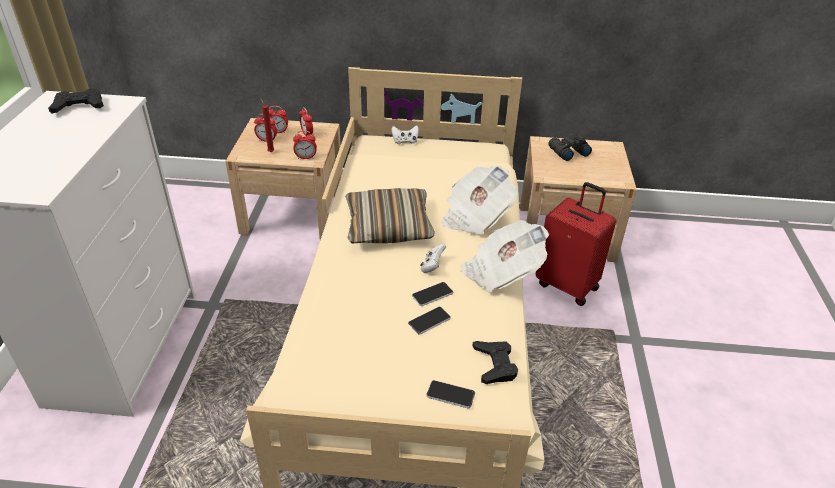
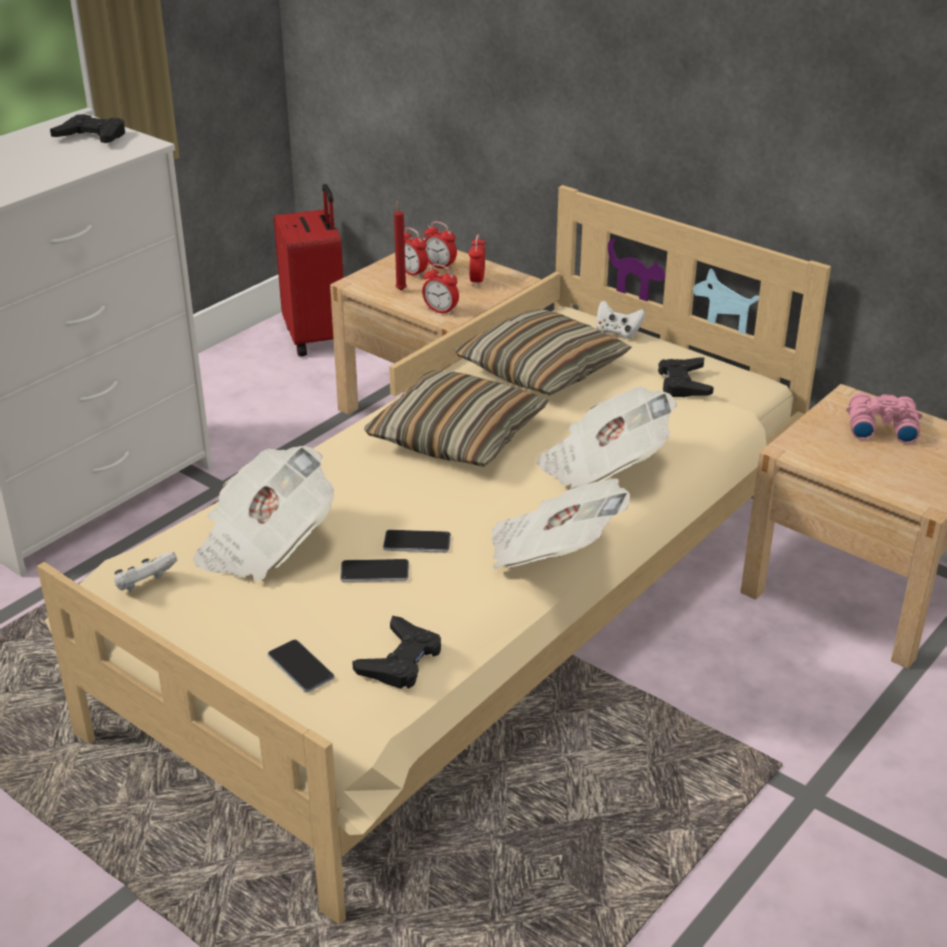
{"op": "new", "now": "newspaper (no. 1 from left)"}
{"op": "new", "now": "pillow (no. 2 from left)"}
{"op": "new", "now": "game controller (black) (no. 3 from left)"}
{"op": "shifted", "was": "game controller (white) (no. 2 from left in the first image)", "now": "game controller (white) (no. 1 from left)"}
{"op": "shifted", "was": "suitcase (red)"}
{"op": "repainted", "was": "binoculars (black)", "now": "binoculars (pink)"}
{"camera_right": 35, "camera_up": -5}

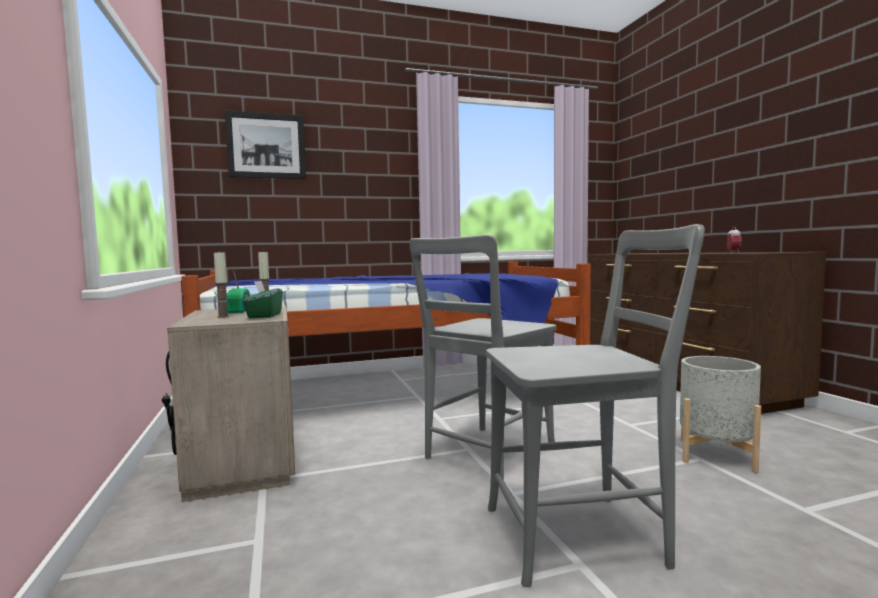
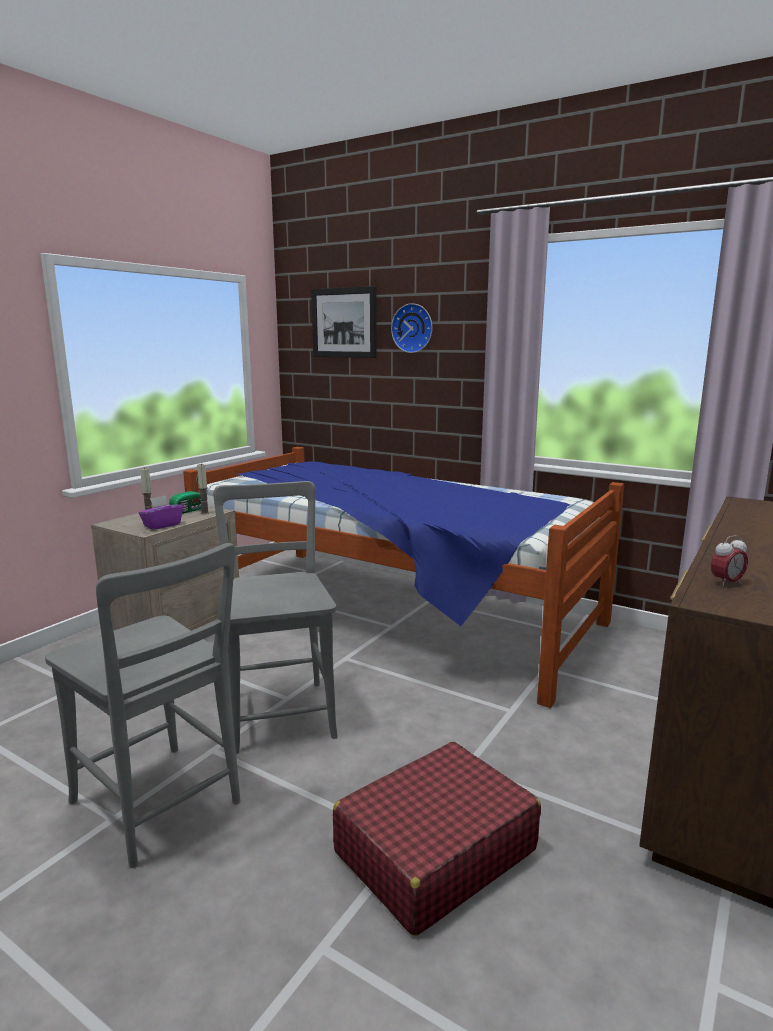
{"op": "new", "now": "wall clock"}
{"op": "swapped", "was": "planter (grey)", "now": "suitcase (red)"}
{"op": "repainted", "was": "tissue box (green)", "now": "tissue box (purple)"}
{"op": "rotated", "was": "chair (grey) (no. 1 from left in the first image)", "clockwise": 75}
{"camera_right": 50, "camera_up": 10}

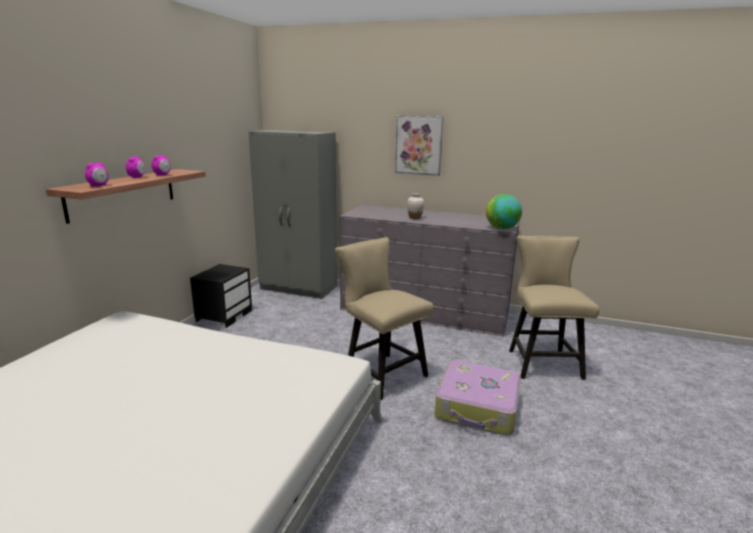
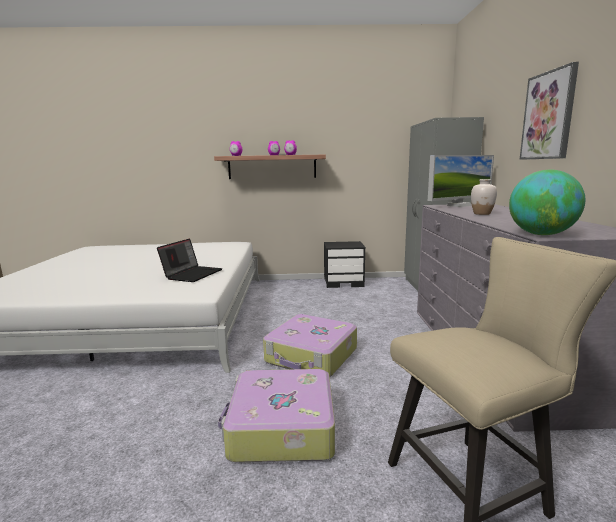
{"op": "new", "now": "laptop"}
{"op": "new", "now": "monitor"}
{"op": "swapped", "was": "chair (beige) (no. 1 from left)", "now": "suitcase (no. 2 from left)"}
{"camera_right": 70, "camera_up": -5}

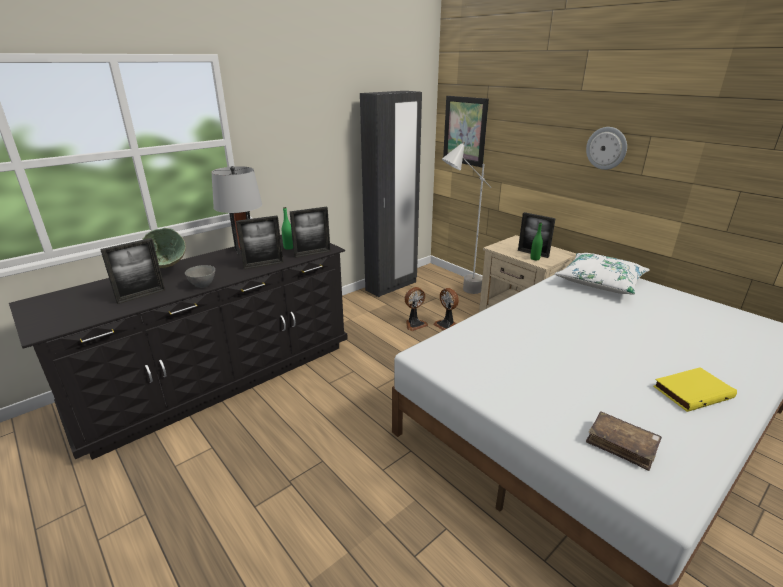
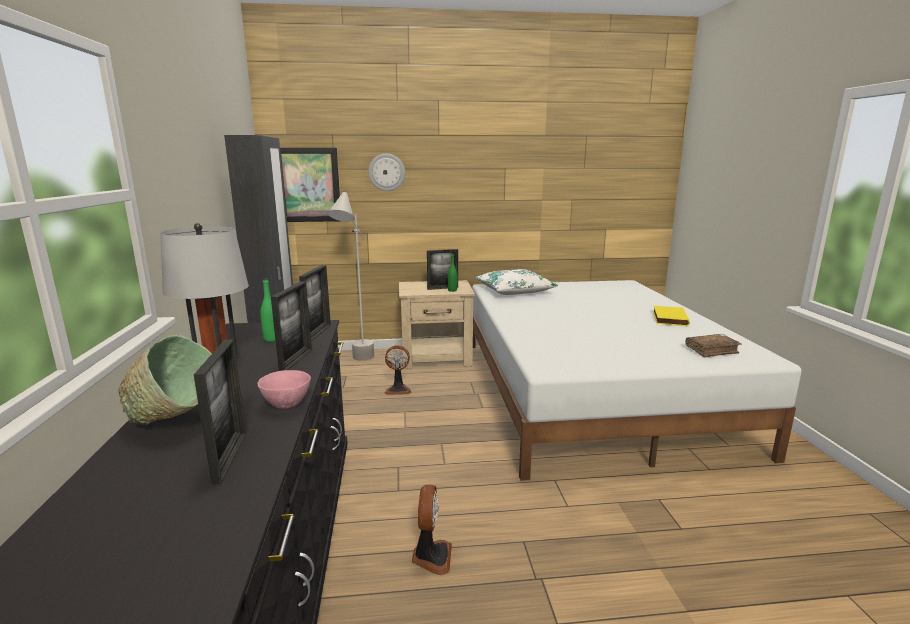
{"op": "shifted", "was": "fan (no. 1 from left in the first image)", "now": "fan (no. 2 from left)"}
{"op": "shifted", "was": "wall clock"}
{"op": "repainted", "was": "bowl (grey)", "now": "bowl (pink)"}
{"camera_right": -55, "camera_up": -10}

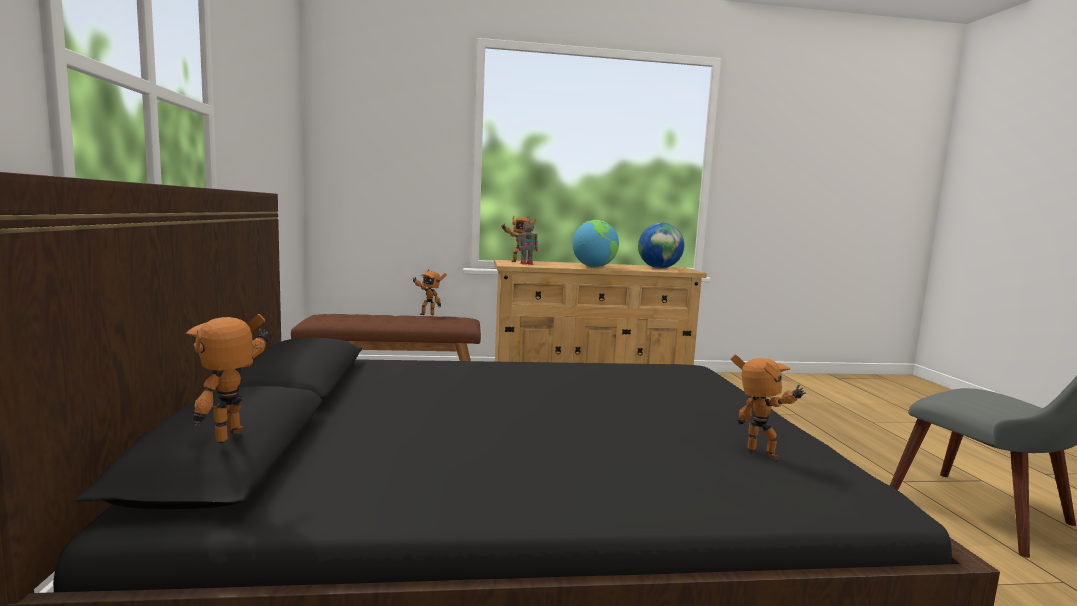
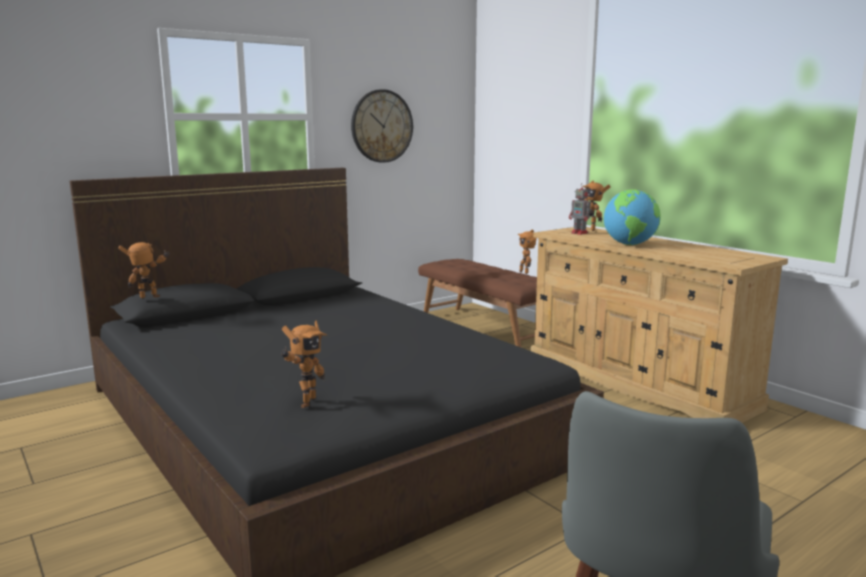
{"op": "gone", "was": "globe (no. 2 from left)"}
{"op": "new", "now": "wall clock"}
{"camera_right": 60, "camera_up": 5}

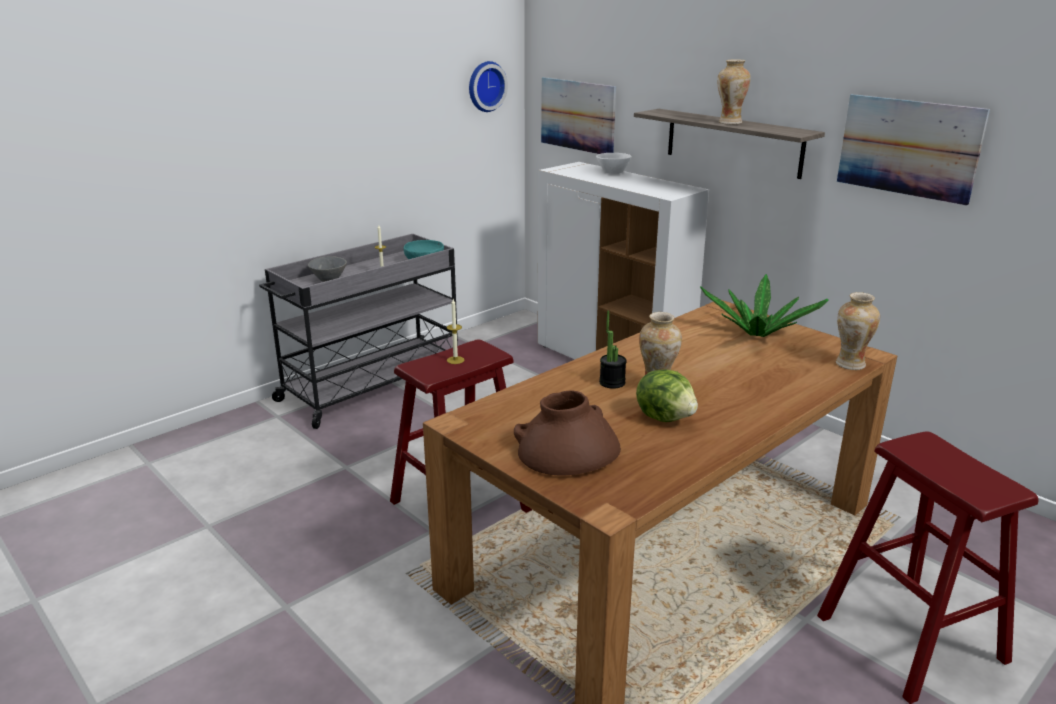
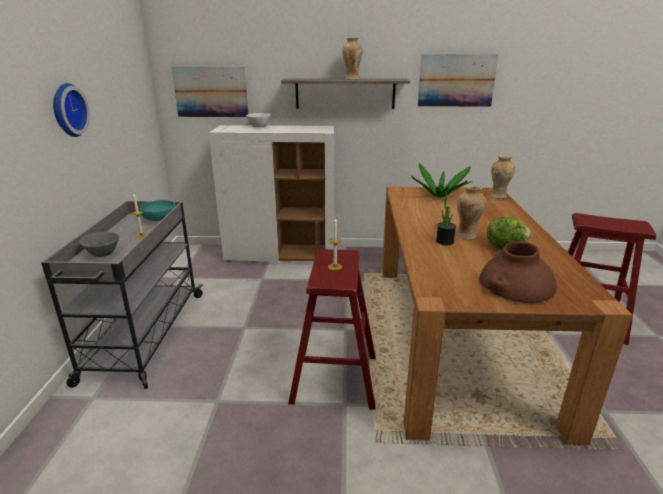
{"op": "shifted", "was": "wall clock"}
{"camera_right": -45, "camera_up": 0}

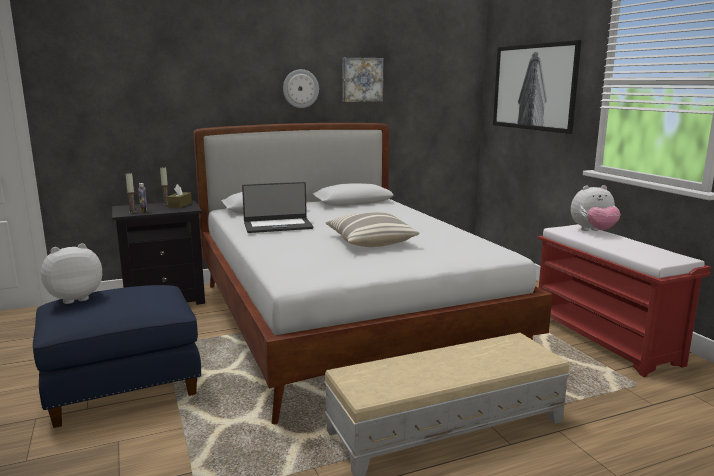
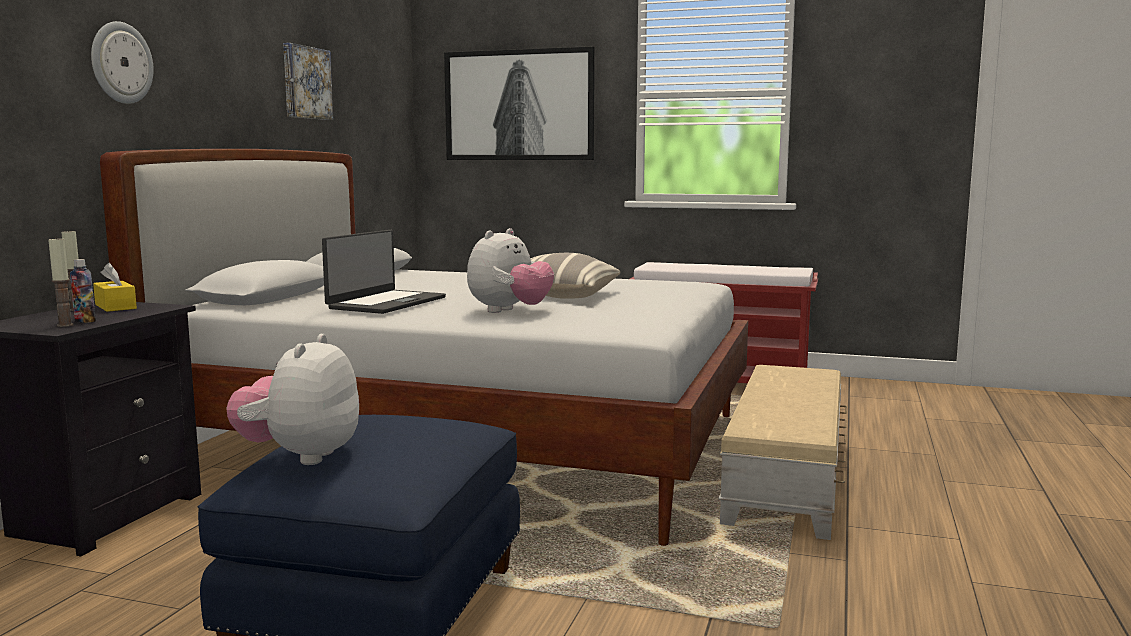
{"op": "shifted", "was": "wall clock"}
{"op": "shifted", "was": "plush toy (no. 2 from left)"}
{"op": "repainted", "was": "tissue box (brown)", "now": "tissue box (yellow)"}
{"camera_right": -50, "camera_up": -5}

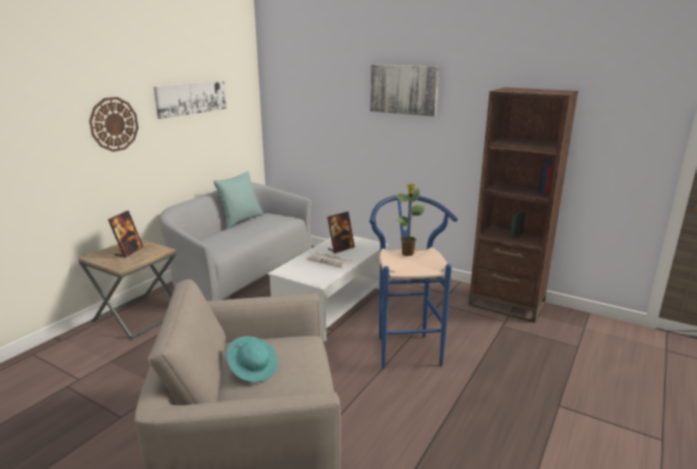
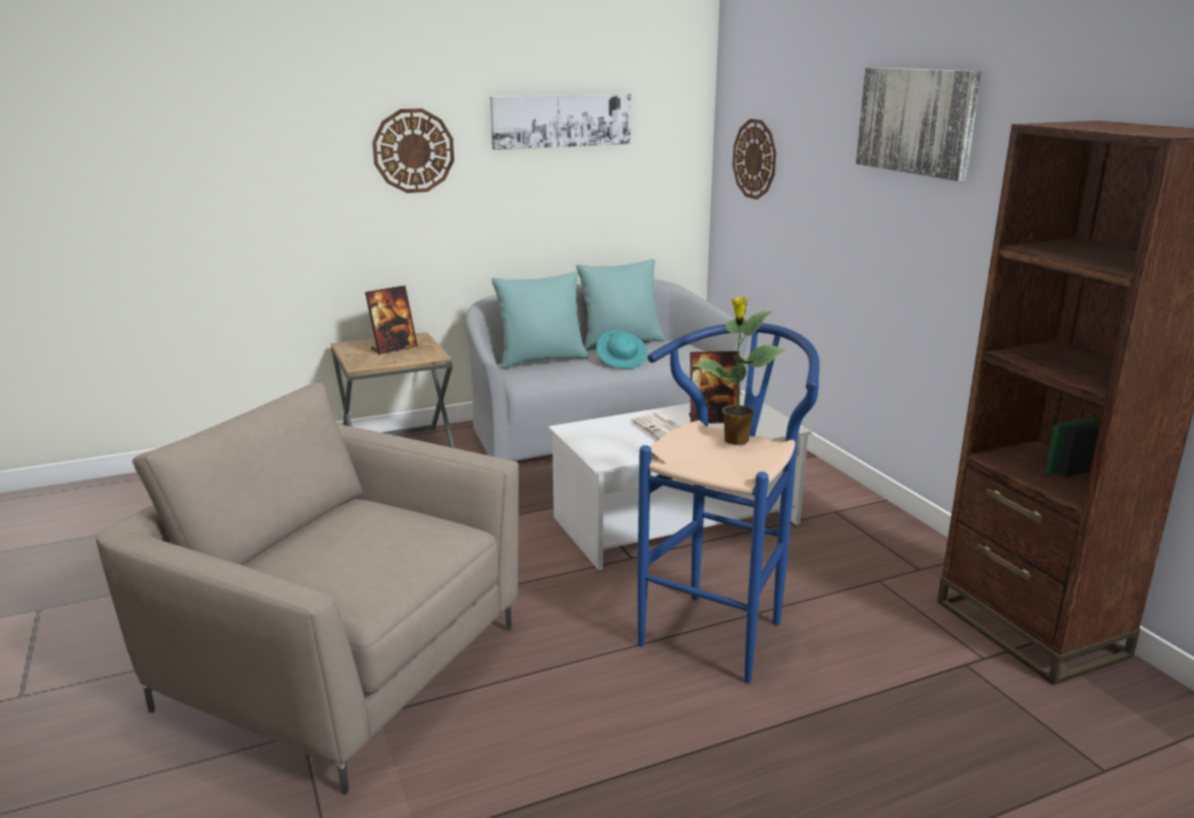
{"op": "new", "now": "pillow (turquoise) (no. 1 from left)"}
{"op": "new", "now": "wall clock (no. 2 from left)"}
{"op": "shifted", "was": "hat (turquoise)"}
{"camera_right": 35, "camera_up": 0}

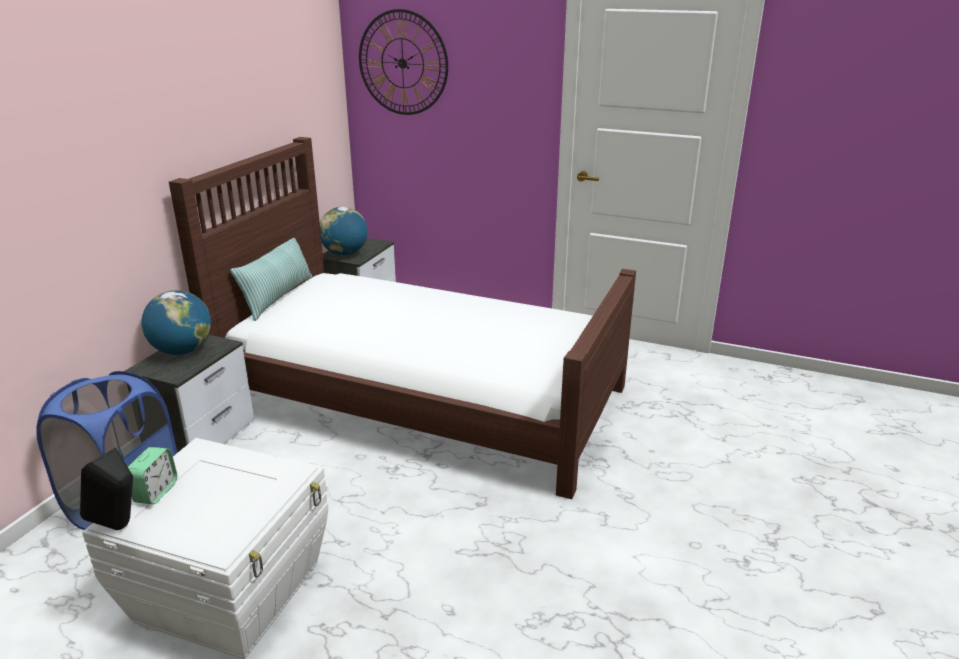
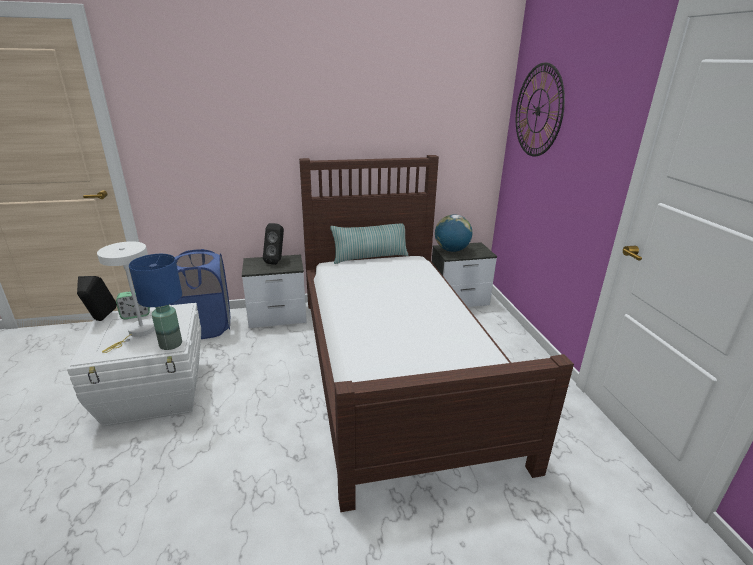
{"op": "new", "now": "table lamp (white)"}
{"op": "new", "now": "table lamp (blue)"}
{"op": "swapped", "was": "globe (no. 1 from left)", "now": "speaker (black) (no. 2 from left)"}
{"camera_right": 55, "camera_up": 0}

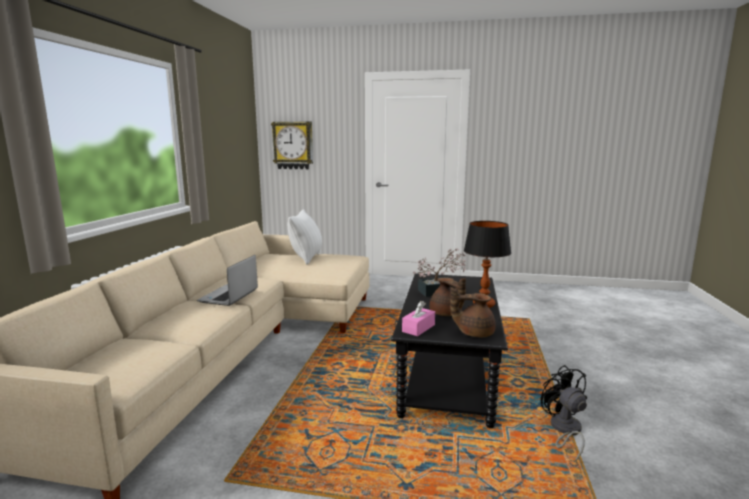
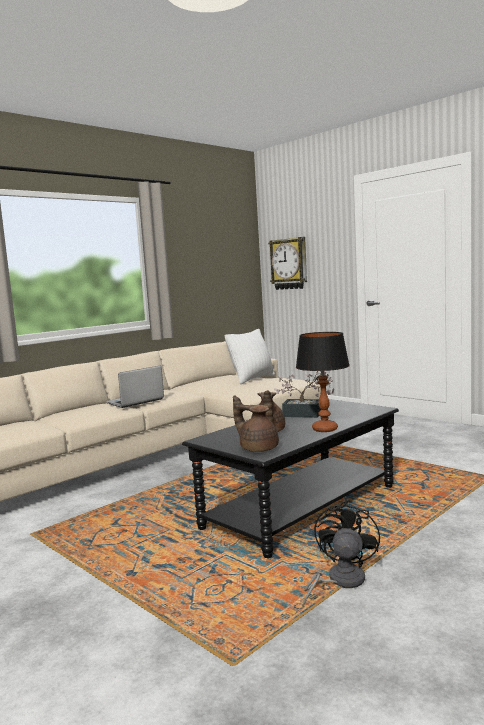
{"op": "gone", "was": "tissue box (pink)"}
{"camera_right": 35, "camera_up": -5}

